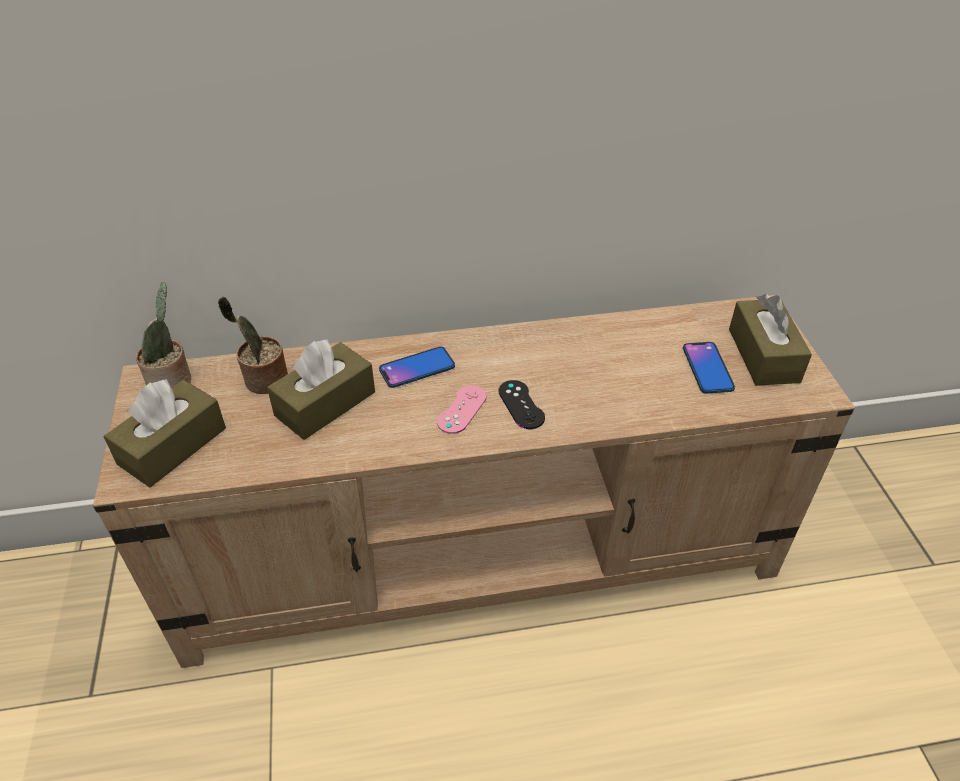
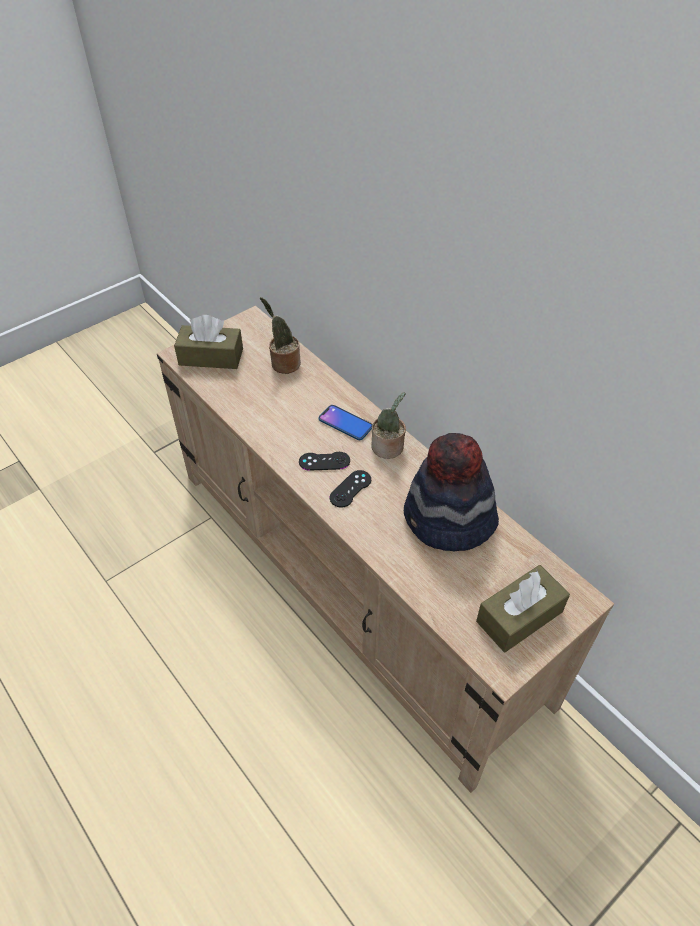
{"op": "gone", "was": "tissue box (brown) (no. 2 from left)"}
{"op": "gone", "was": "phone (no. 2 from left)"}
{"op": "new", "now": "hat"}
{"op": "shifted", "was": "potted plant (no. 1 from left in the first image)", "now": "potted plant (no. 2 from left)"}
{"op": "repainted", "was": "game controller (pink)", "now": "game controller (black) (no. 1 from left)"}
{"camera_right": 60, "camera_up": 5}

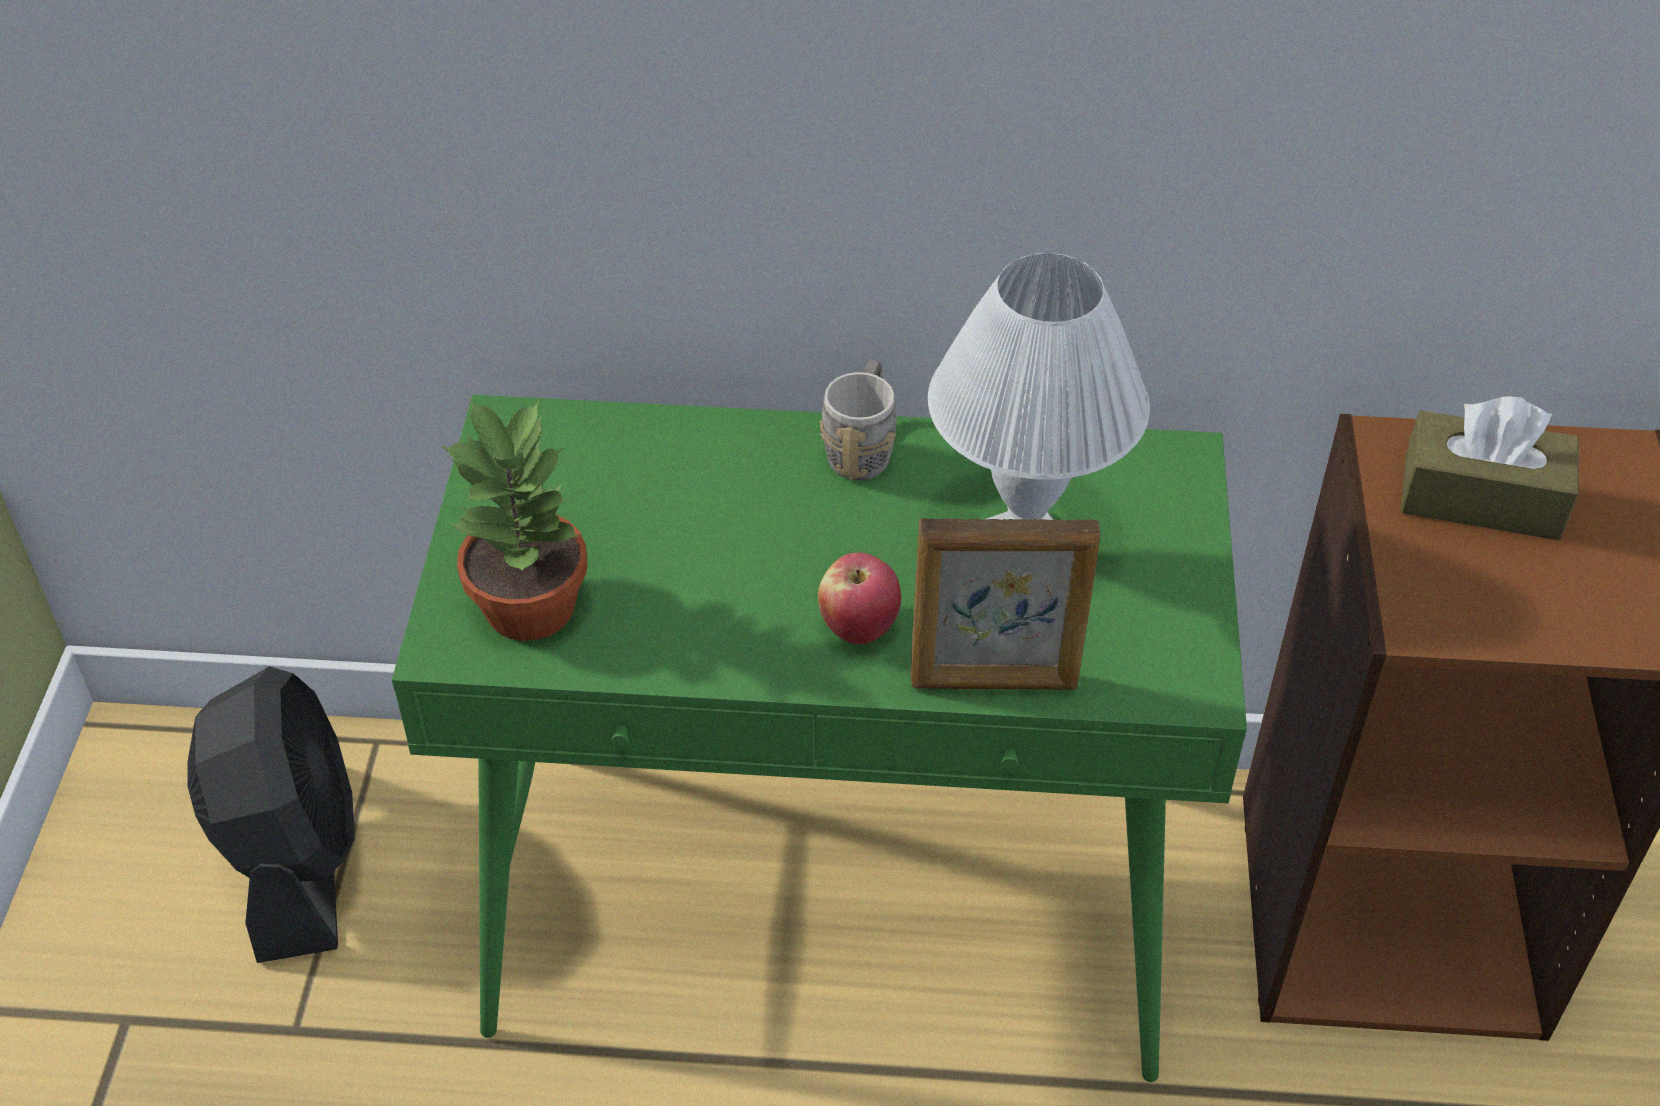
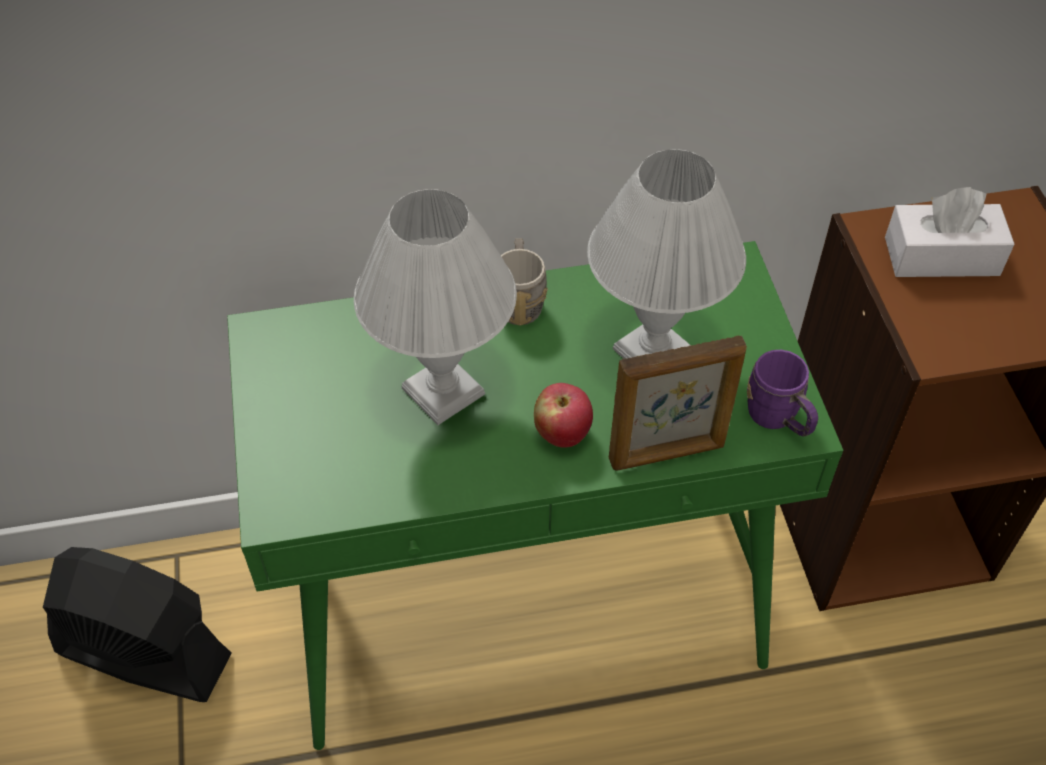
{"op": "gone", "was": "potted plant"}
{"op": "new", "now": "table lamp (white) (no. 1 from left)"}
{"op": "new", "now": "mug (purple)"}
{"op": "repainted", "was": "tissue box (brown)", "now": "tissue box (white)"}
{"op": "rotated", "was": "fan (black)", "clockwise": -45}
{"camera_right": -15, "camera_up": 5}

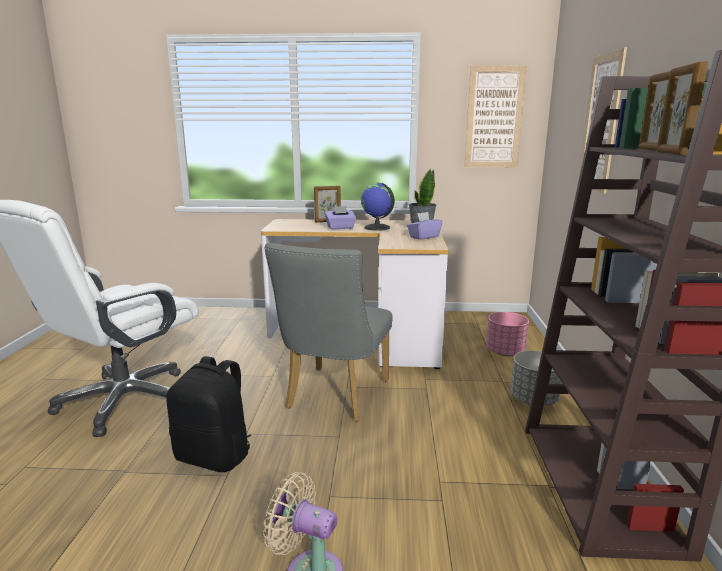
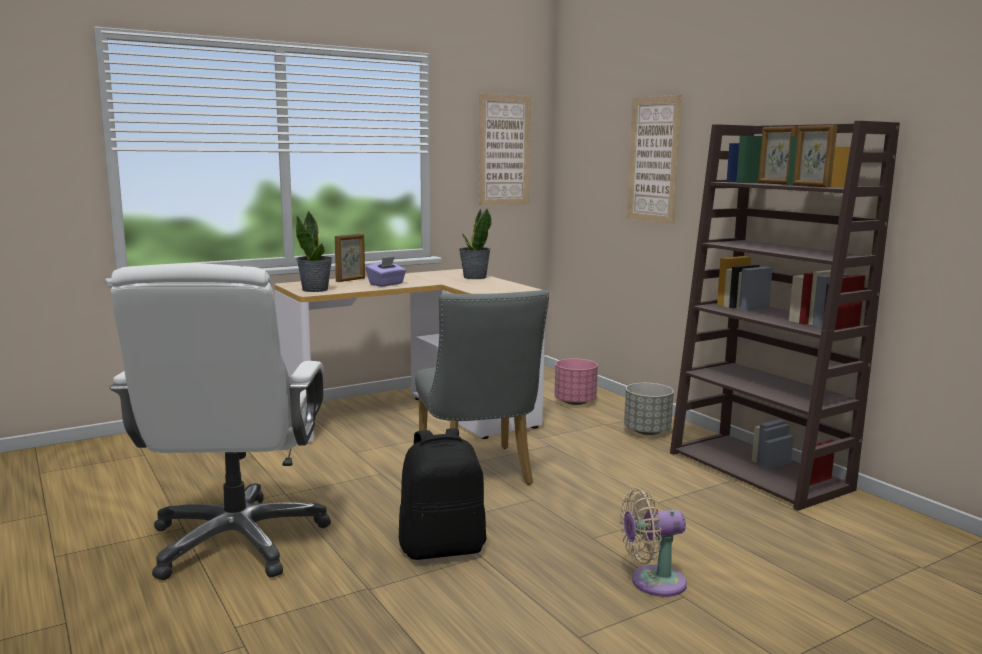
{"op": "gone", "was": "globe"}
{"op": "gone", "was": "tissue box (purple) (no. 2 from left)"}
{"op": "new", "now": "potted plant (no. 1 from left)"}
{"camera_right": -35, "camera_up": -5}

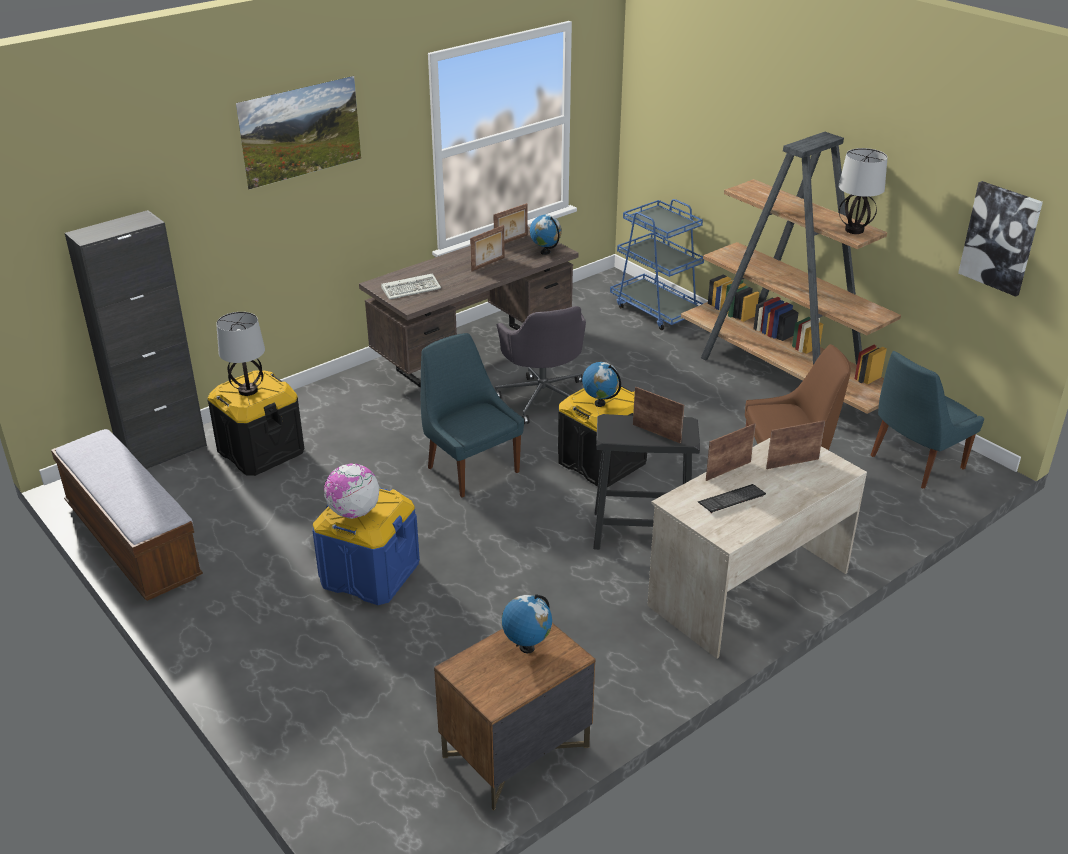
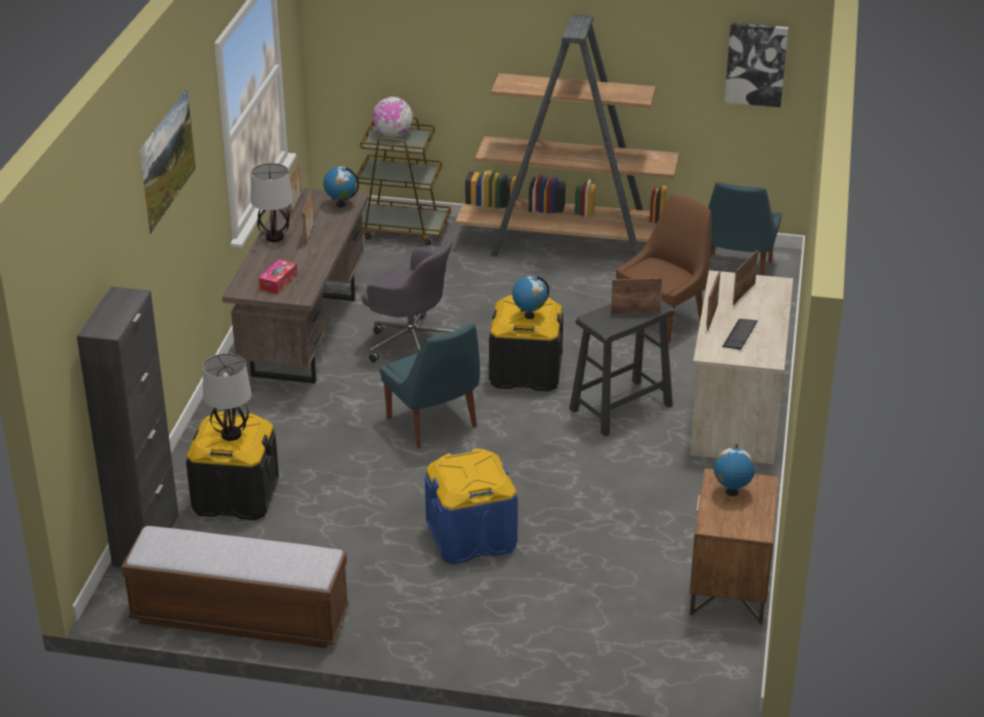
{"op": "shifted", "was": "globe (no. 1 from left in the first image)", "now": "globe (no. 2 from left)"}
{"op": "shifted", "was": "table lamp (no. 2 from left)"}
{"op": "swapped", "was": "keyboard (no. 1 from left)", "now": "tissue box"}
{"op": "repainted", "was": "cart (blue)", "now": "cart (brown)"}
{"op": "rotated", "was": "chair (blue) (no. 1 from left)", "clockwise": -135}
{"camera_right": -40, "camera_up": 0}

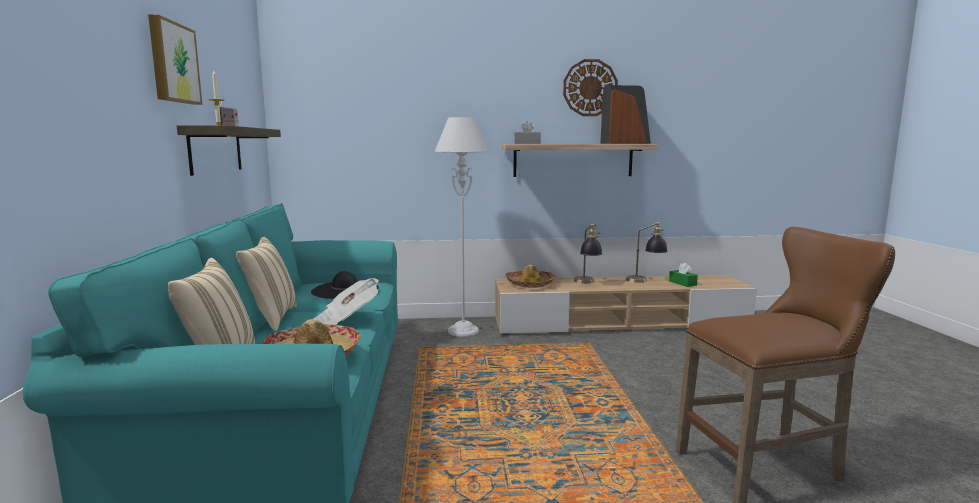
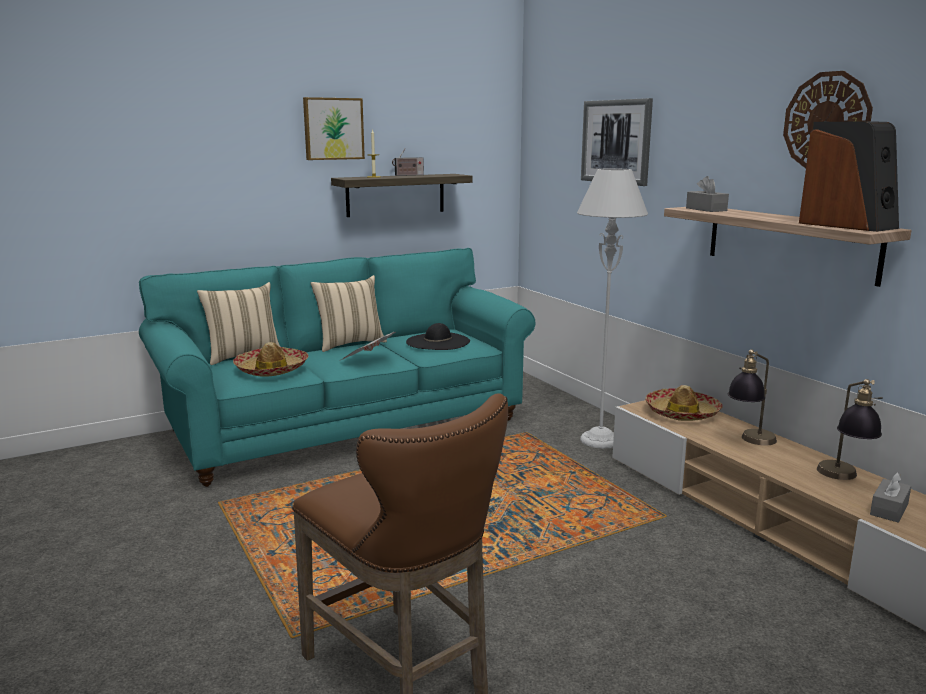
{"op": "new", "now": "picture (no. 2 from left)"}
{"op": "repainted", "was": "tissue box (green)", "now": "tissue box (grey) (no. 2 from left)"}
{"camera_right": 65, "camera_up": 5}

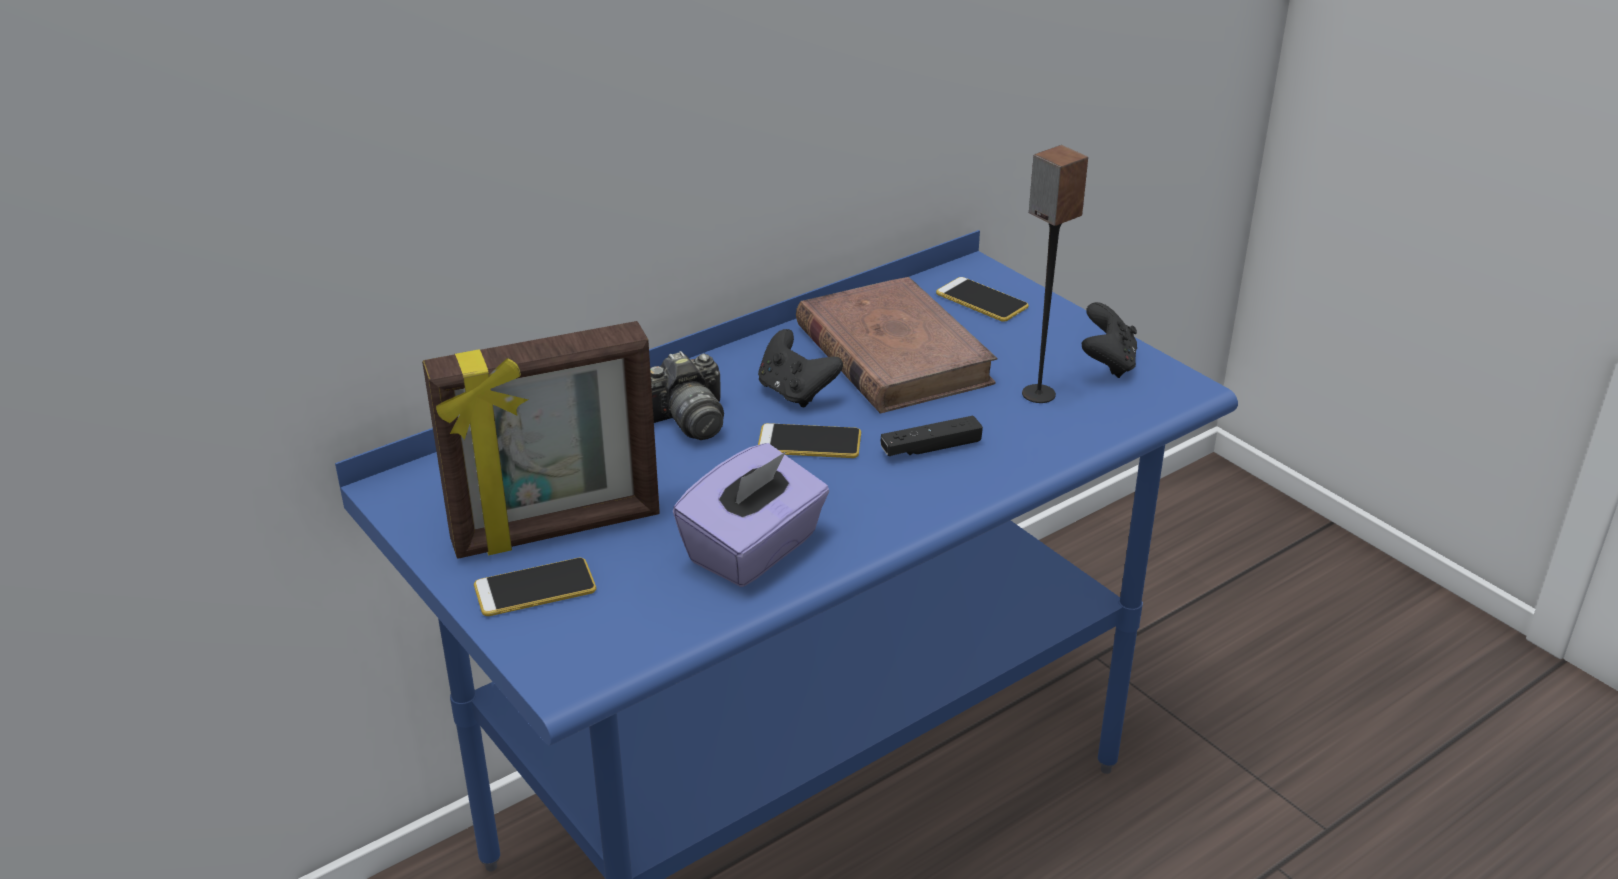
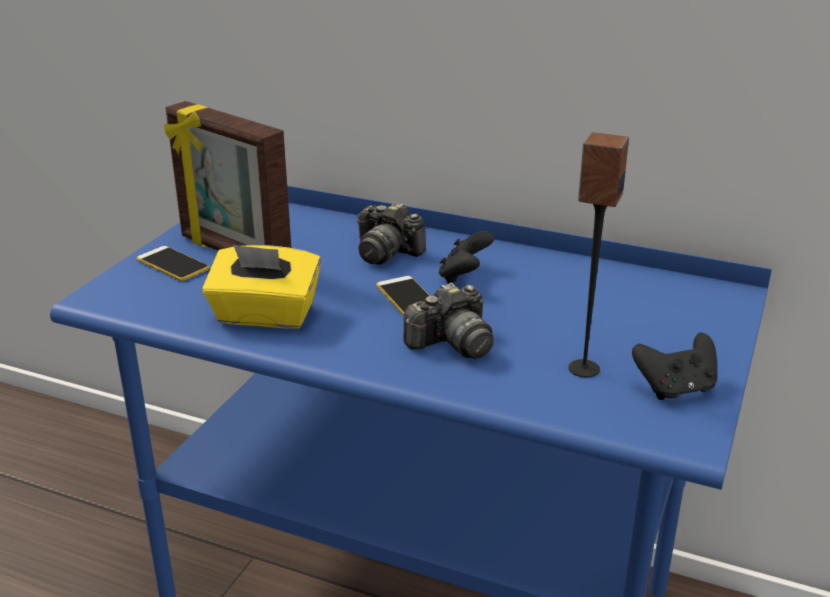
{"op": "gone", "was": "book (brown)"}
{"op": "gone", "was": "phone (no. 3 from left)"}
{"op": "swapped", "was": "game controller (black) (no. 2 from left)", "now": "photo camera (no. 2 from left)"}
{"op": "repainted", "was": "tissue box (purple)", "now": "tissue box (yellow)"}
{"camera_right": 60, "camera_up": -5}

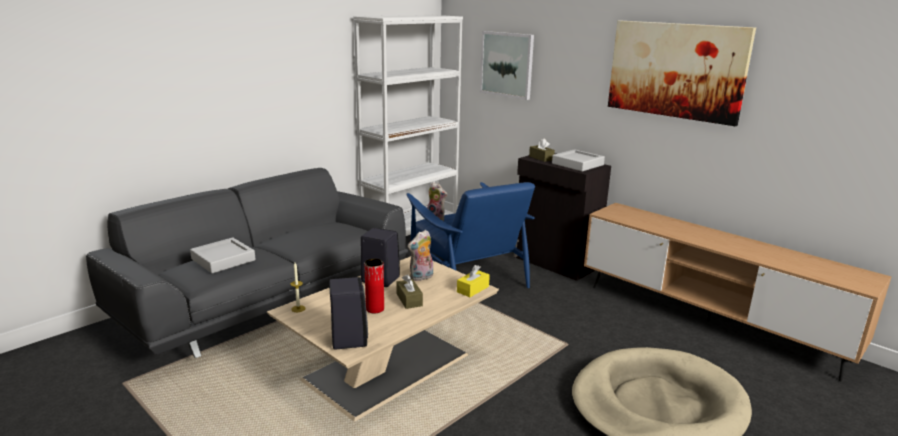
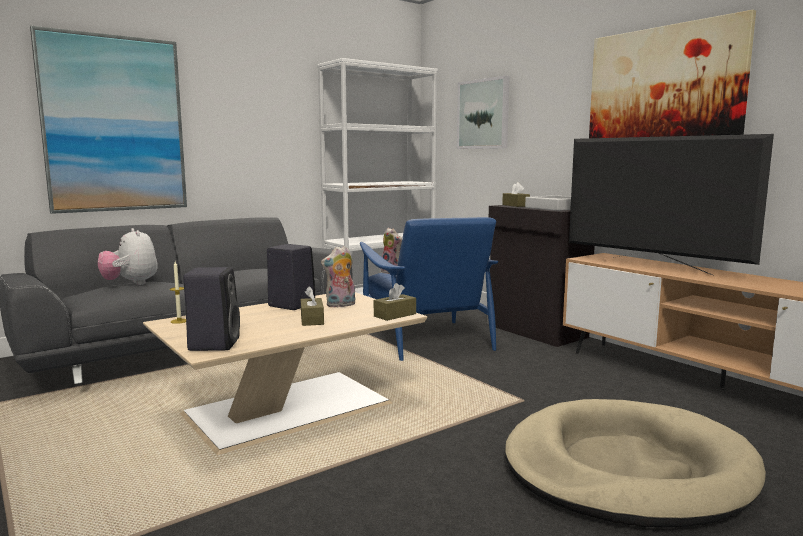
{"op": "gone", "was": "vase (red)"}
{"op": "new", "now": "picture (no. 1 from left)"}
{"op": "new", "now": "television"}
{"op": "swapped", "was": "tray (grey) (no. 1 from left)", "now": "plush toy (no. 1 from left)"}
{"op": "repainted", "was": "tissue box (yellow)", "now": "tissue box (brown) (no. 2 from left)"}
{"camera_right": 10, "camera_up": -10}

